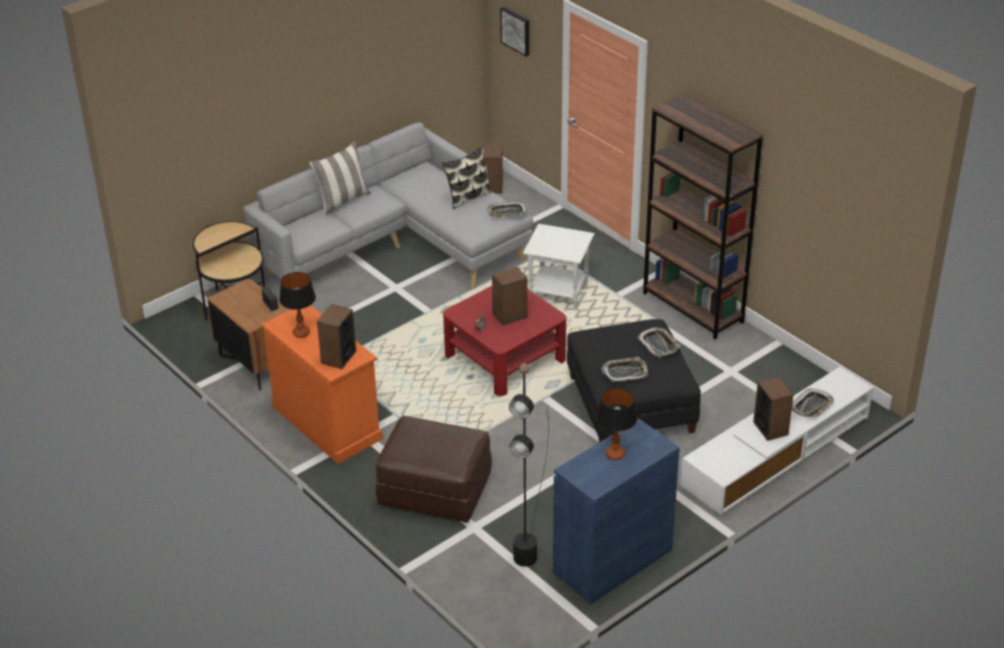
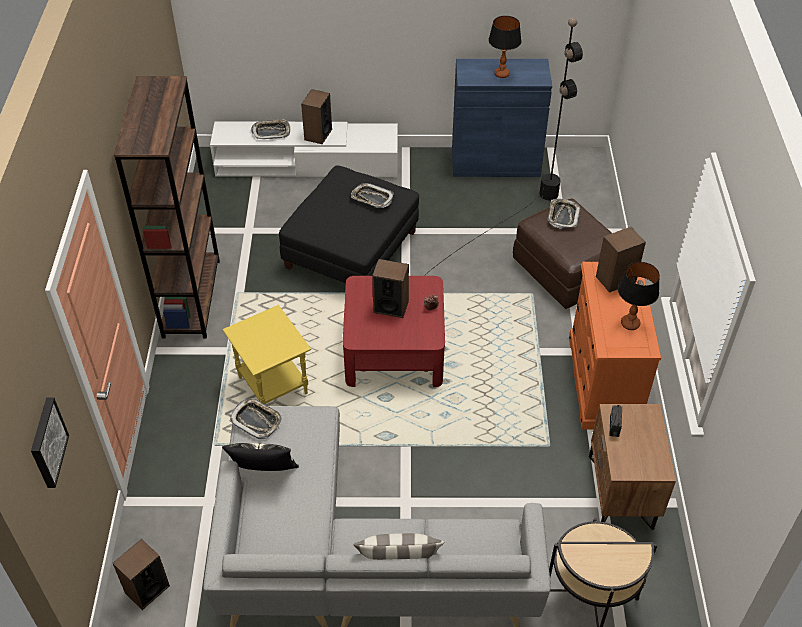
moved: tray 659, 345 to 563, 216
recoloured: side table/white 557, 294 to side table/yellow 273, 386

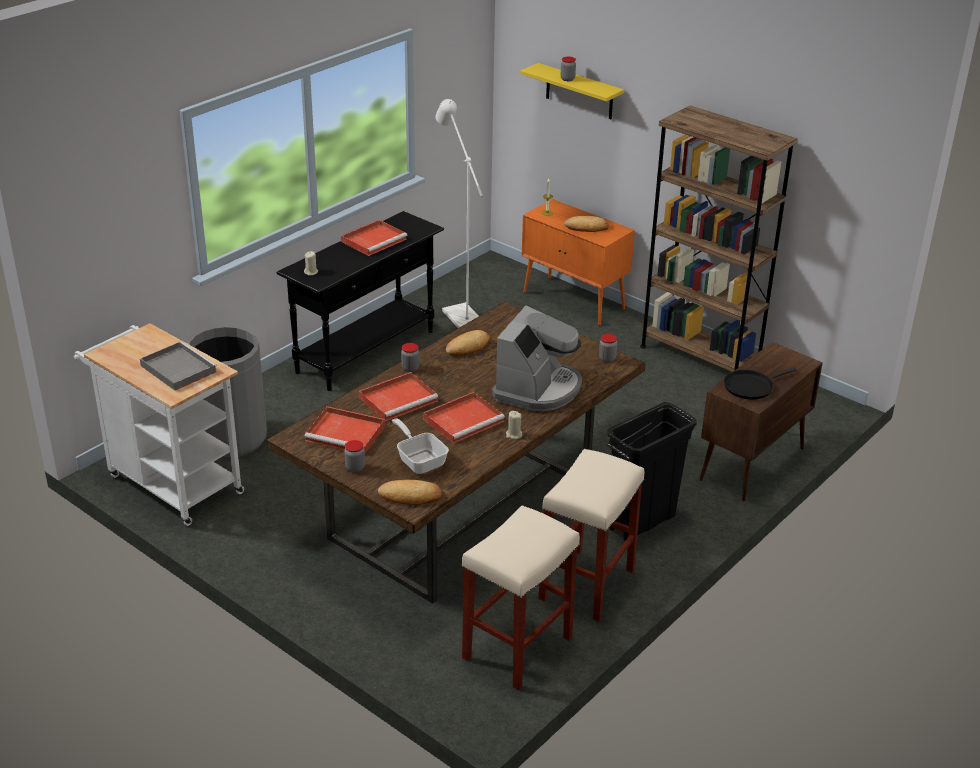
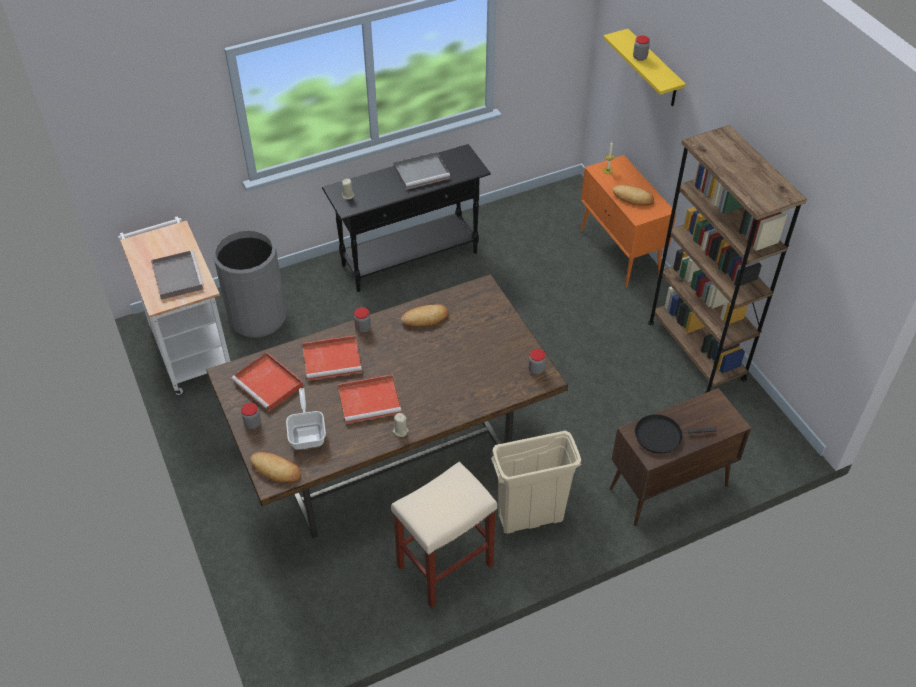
removed: floor lamp/white 458, 313; coffee machine 538, 389; stool/beige 517, 649
recoloured: tray/red 374, 240 to tray/grey 422, 172; trash can/black 642, 523 to trash can/beige 530, 518

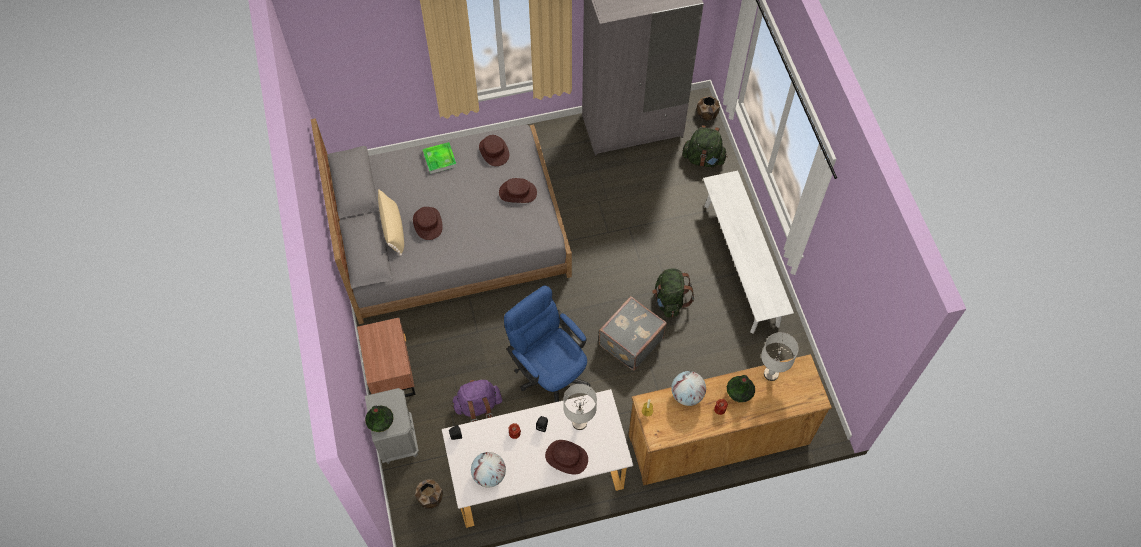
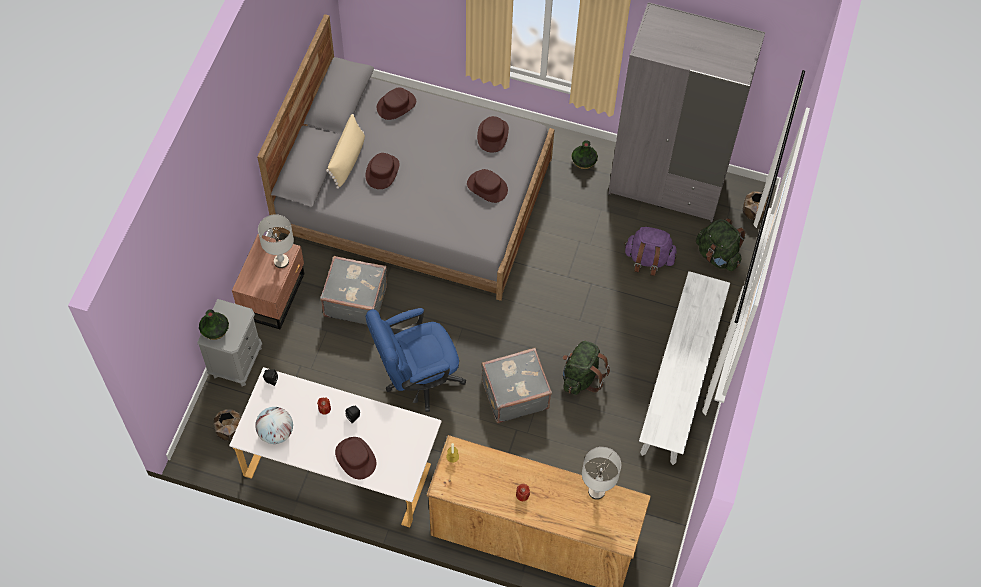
removed: tray 439, 159; globe 687, 395
added: hat/brown 396, 105; suitcase/grey 355, 299
moved: vase 739, 393 to 583, 161; backpack/purple 478, 407 to 648, 259; table lamp/grey 579, 423 to 281, 261
turned: office chair/blue 549, 372 = 416, 379 105 degrees counterclockwise

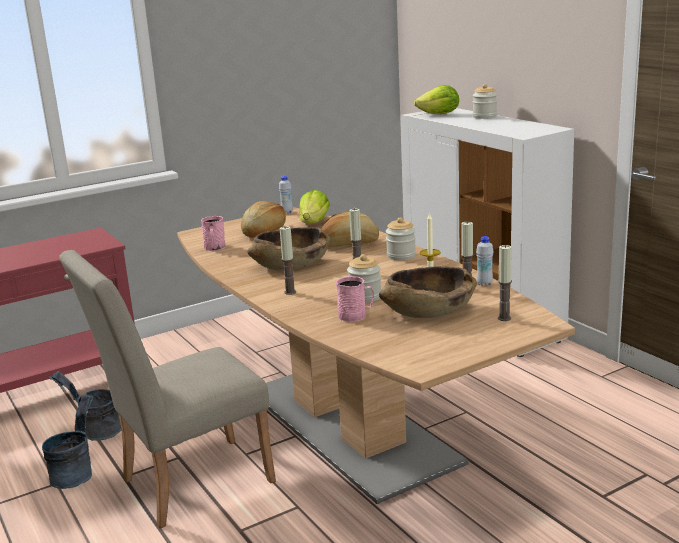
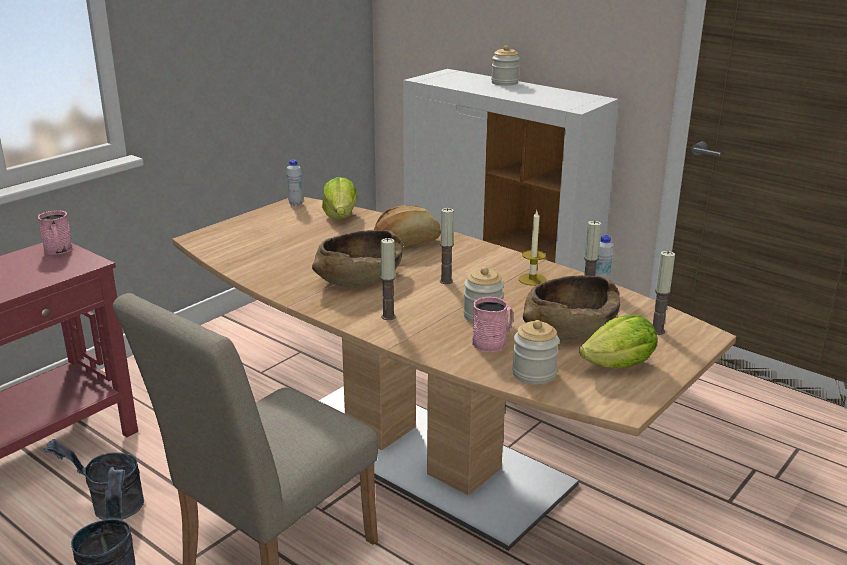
removed: bread 264, 231
moved: lettuce 439, 114 to 619, 365; mug/pink 215, 248 to 58, 250; jar 401, 256 to 534, 373

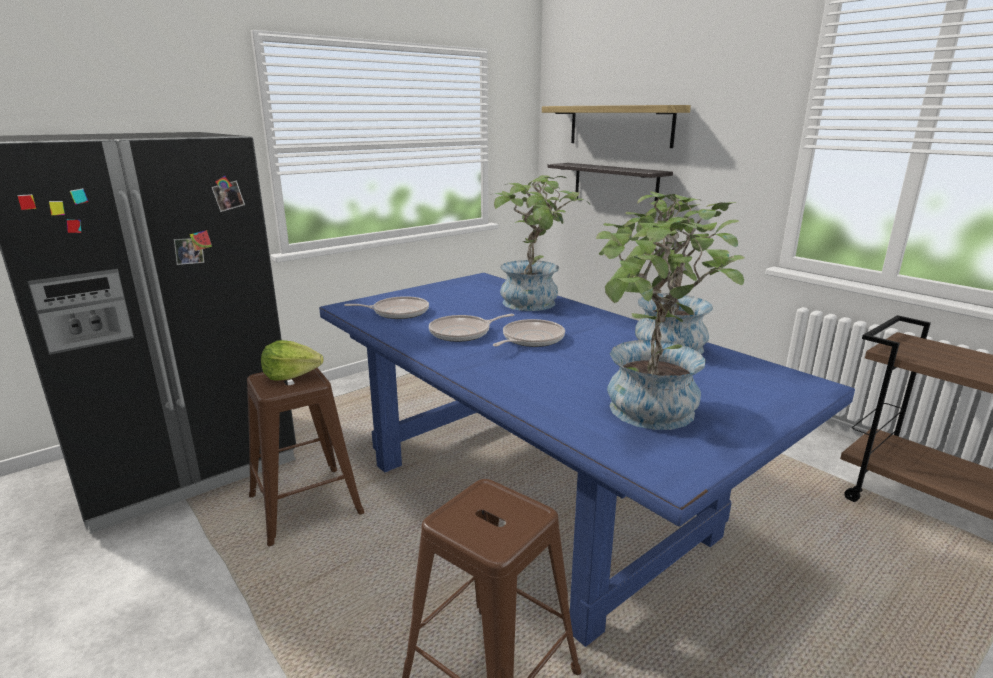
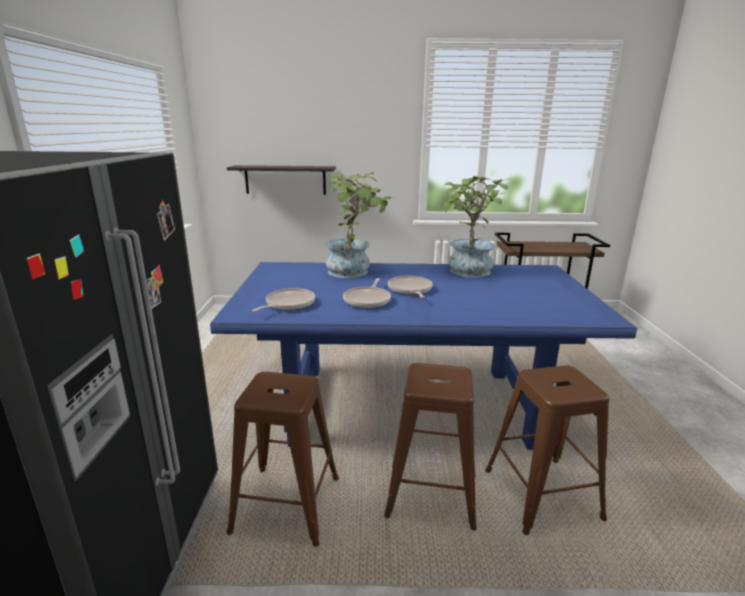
removed: shelf 620, 125; potted plant 649, 415; lettuce 291, 375
added: stool/brown 430, 491

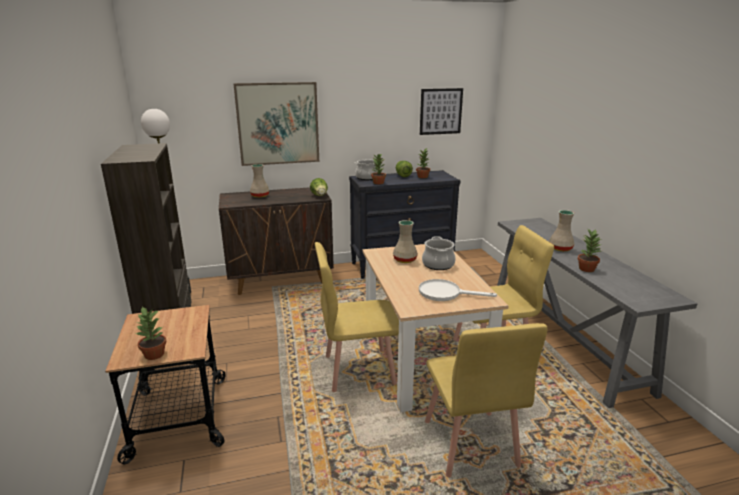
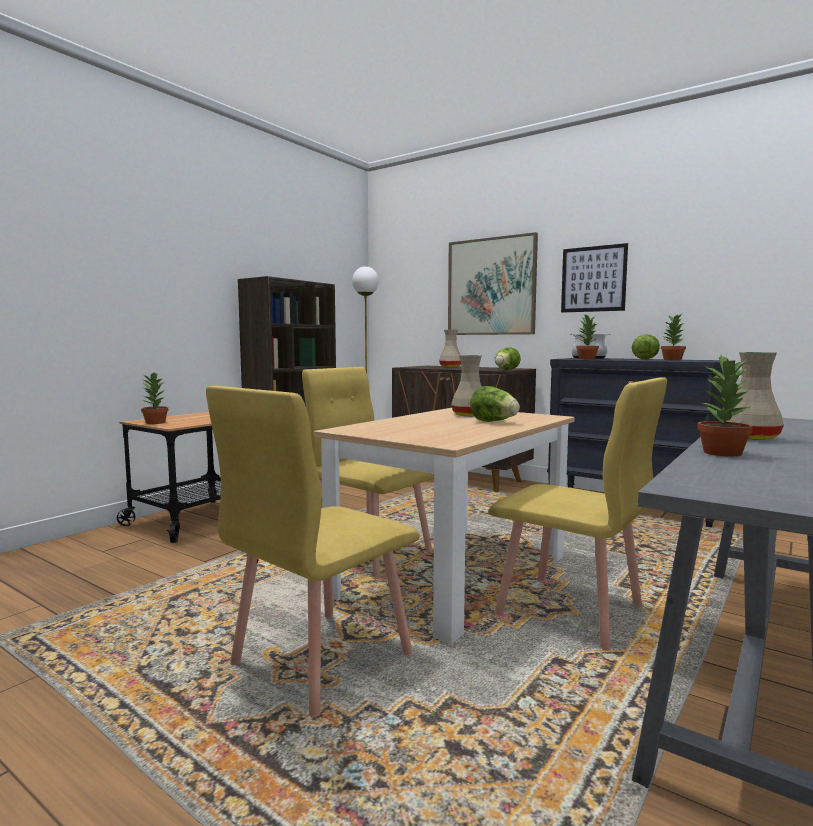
removed: frying pan/white 445, 293
moved: picture 441, 111 to 593, 279
replaced: cooking pot 438, 264 to lettuce 494, 422

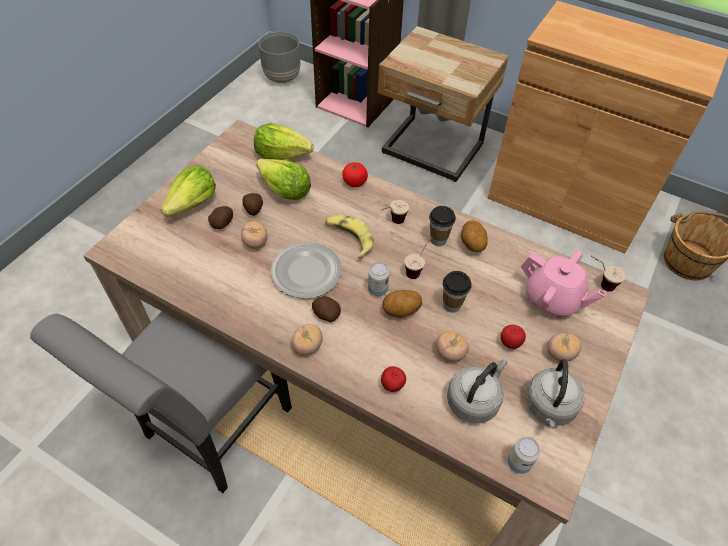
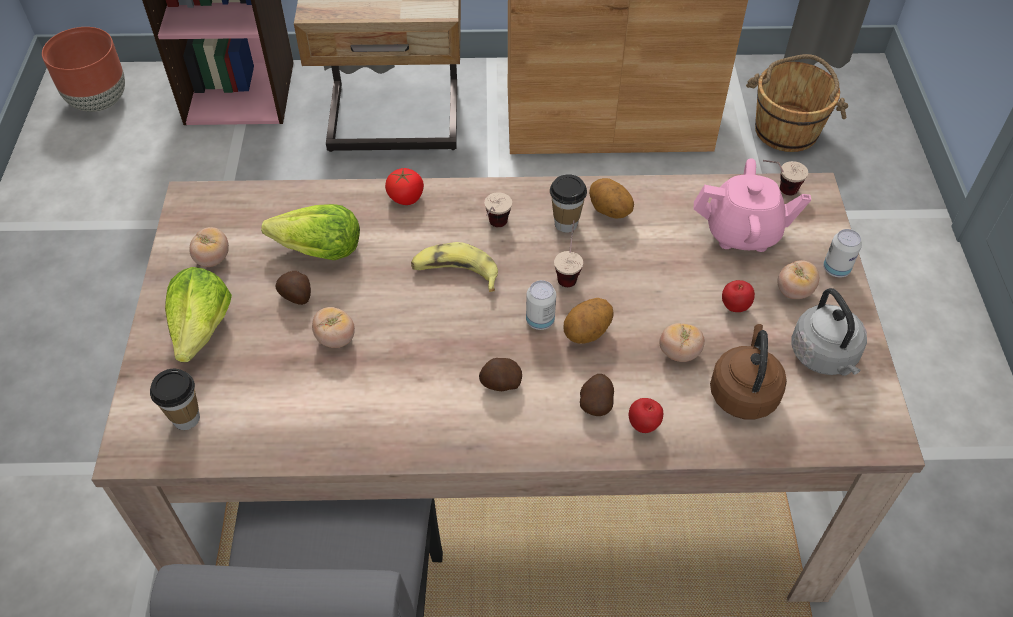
removed: lettuce 282, 154; plate 306, 272
moved: potato 223, 223 to 596, 402; cup 452, 305 to 186, 418; tomato 307, 346 to 213, 259; can 519, 463 to 836, 269
recoloured: planter/grey 282, 78 to planter/brown 100, 101; kettle/grey 474, 400 to kettle/brown 743, 392

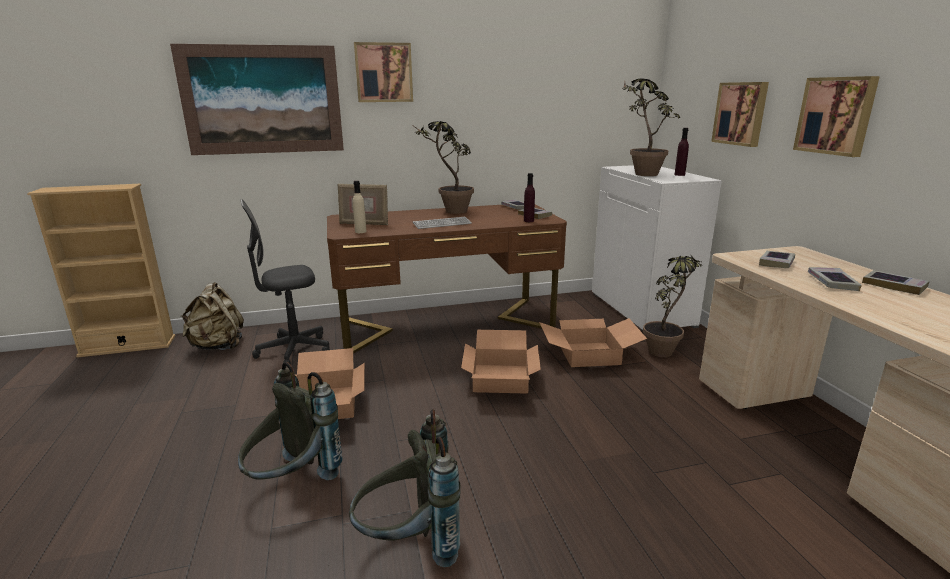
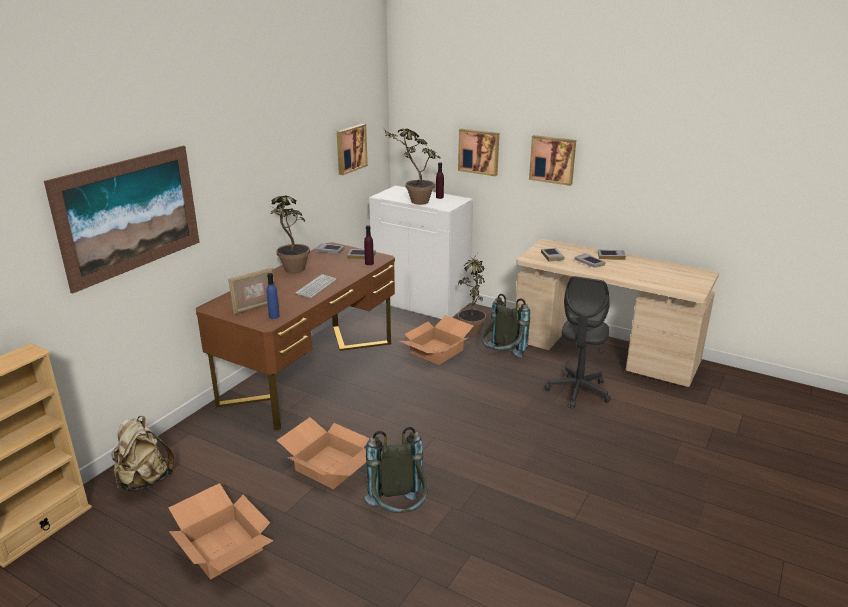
moved: picture 383, 72 to 350, 148; office chair/grey 294, 350 to 578, 391; cardboard box 499, 378 to 221, 547; backpack/grey 409, 544 to 501, 358
recoloured: bottle/beige 360, 231 to bottle/blue 274, 316

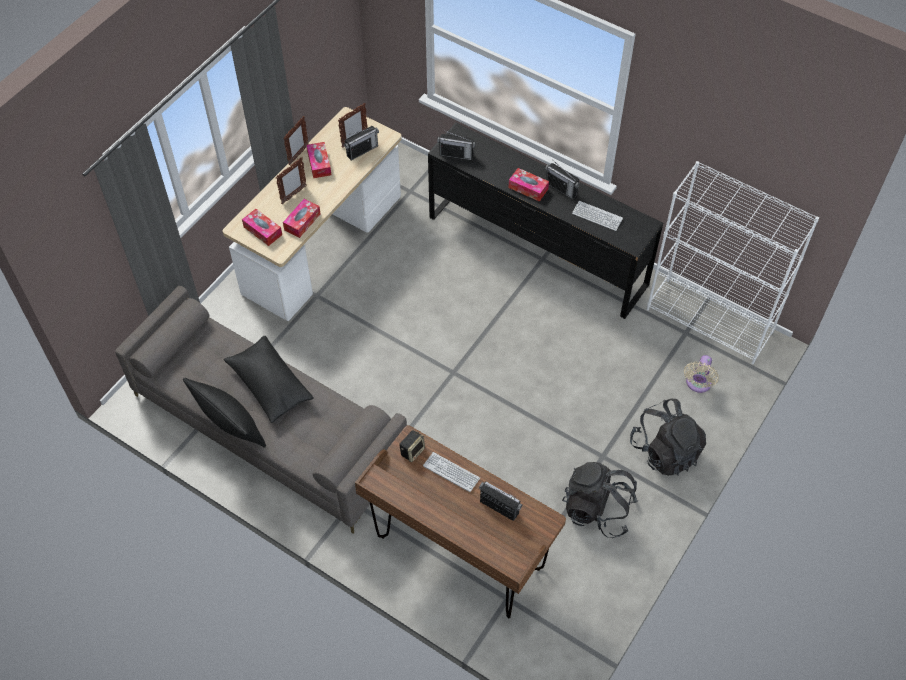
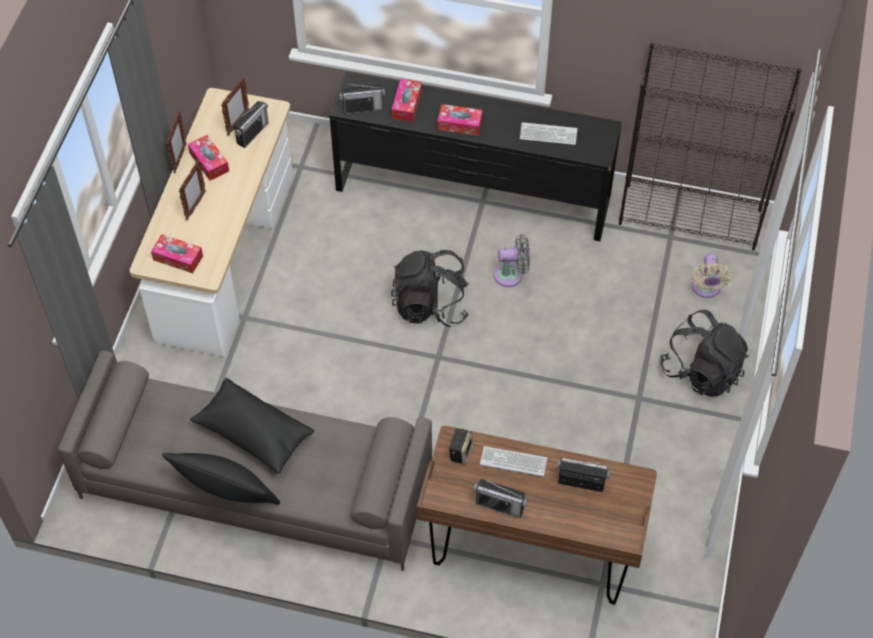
added: fan/grey 511, 275
moved: radio 561, 188 to 500, 506; tissue box 302, 222 to 406, 105; backpack/black 597, 509 to 430, 305
recoloured: bookcase/white 710, 321 to bookcase/black 691, 216

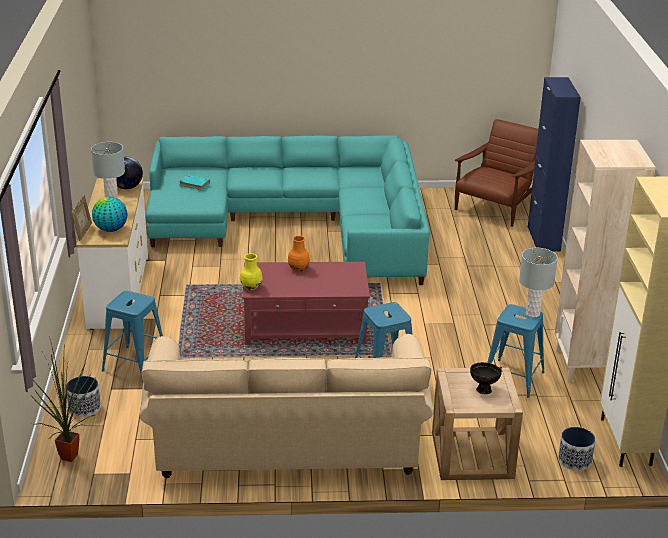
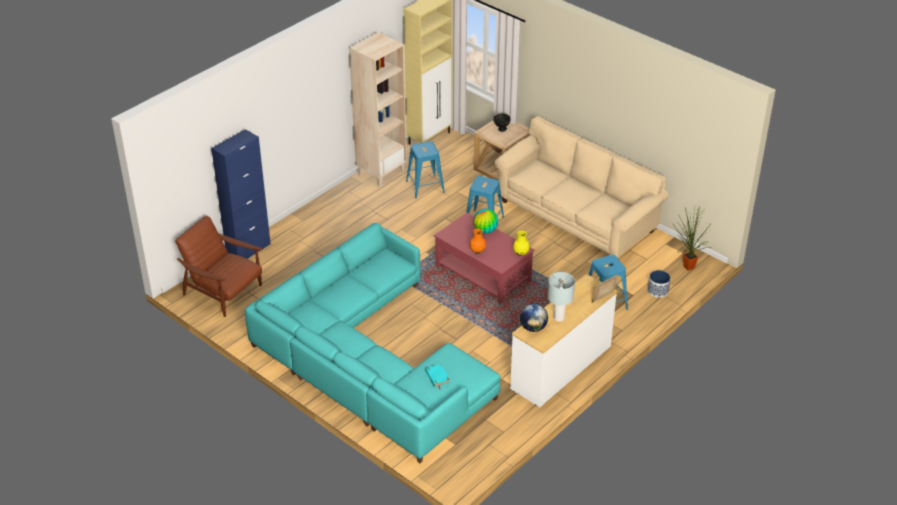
removed: table lamp/grey 532, 313; planter 574, 460
moved: globe 110, 229 to 485, 230
turned: armchair/brown 496, 207 = 224, 291 45 degrees clockwise

